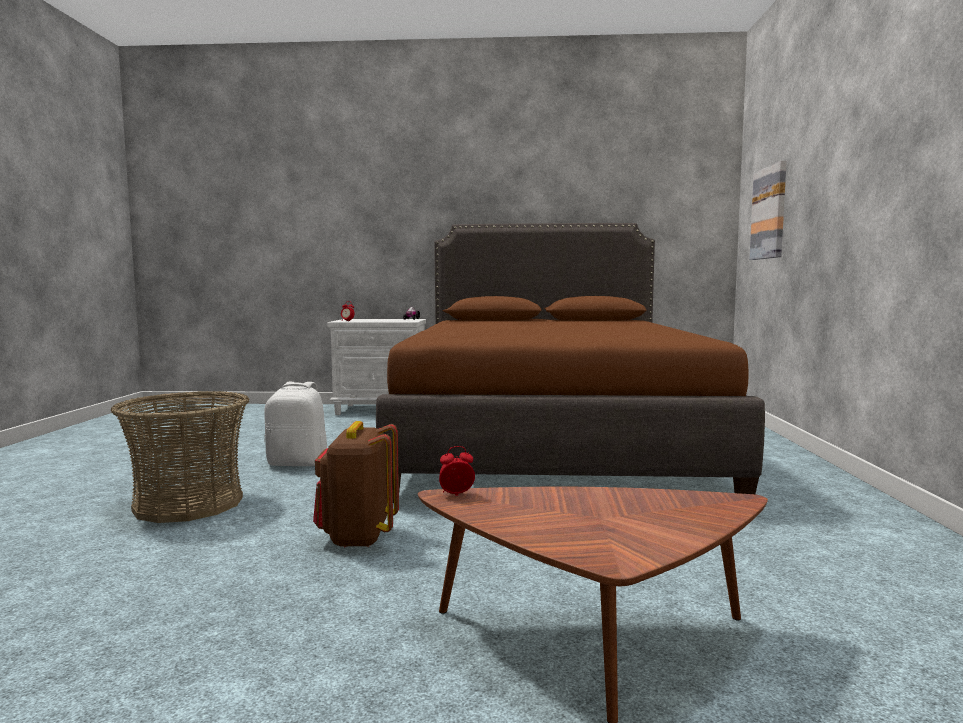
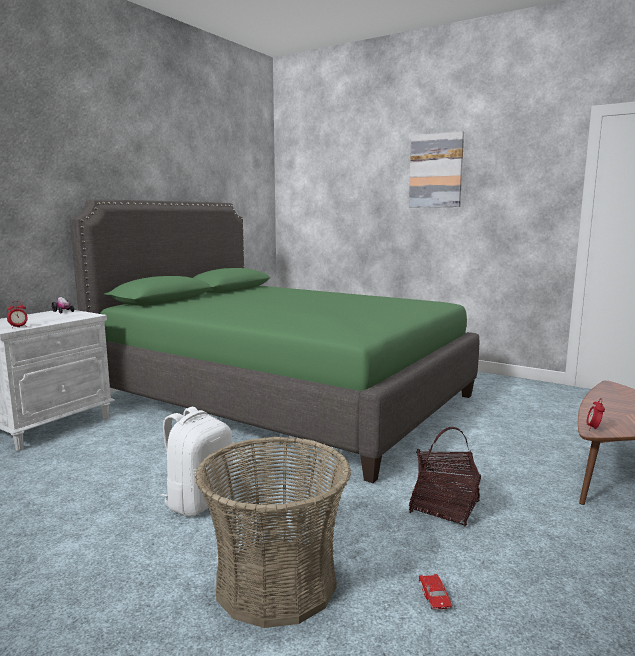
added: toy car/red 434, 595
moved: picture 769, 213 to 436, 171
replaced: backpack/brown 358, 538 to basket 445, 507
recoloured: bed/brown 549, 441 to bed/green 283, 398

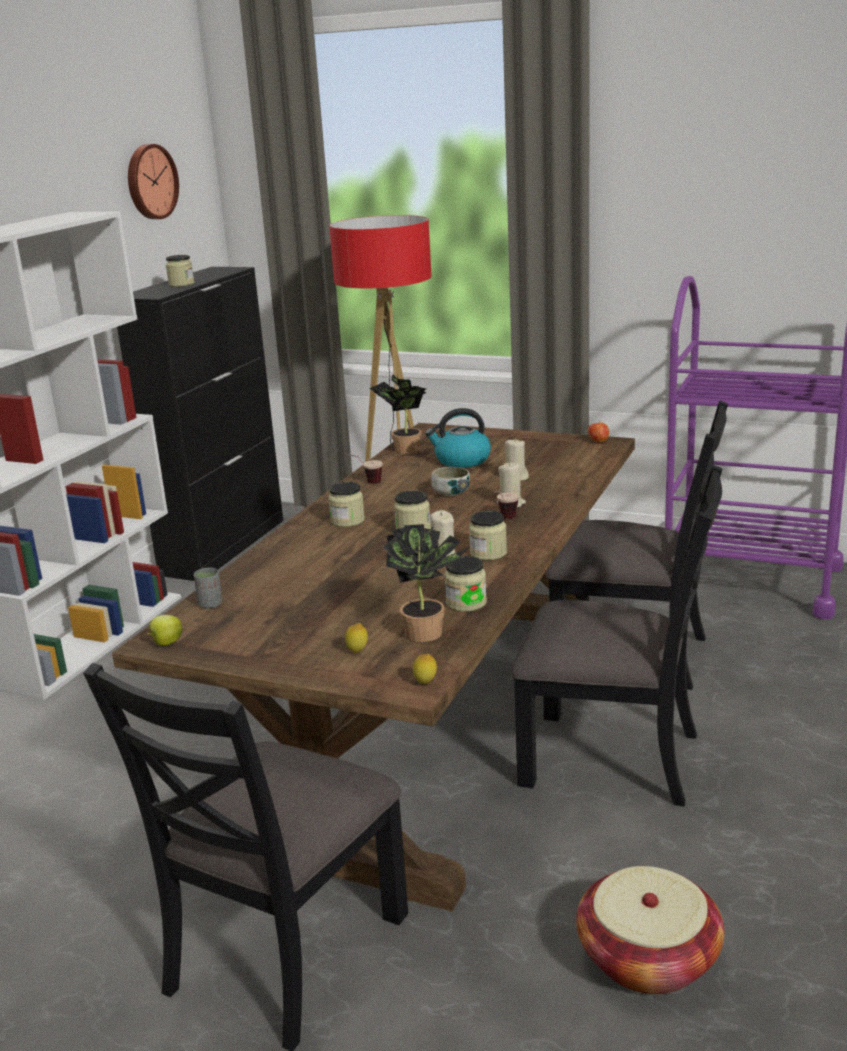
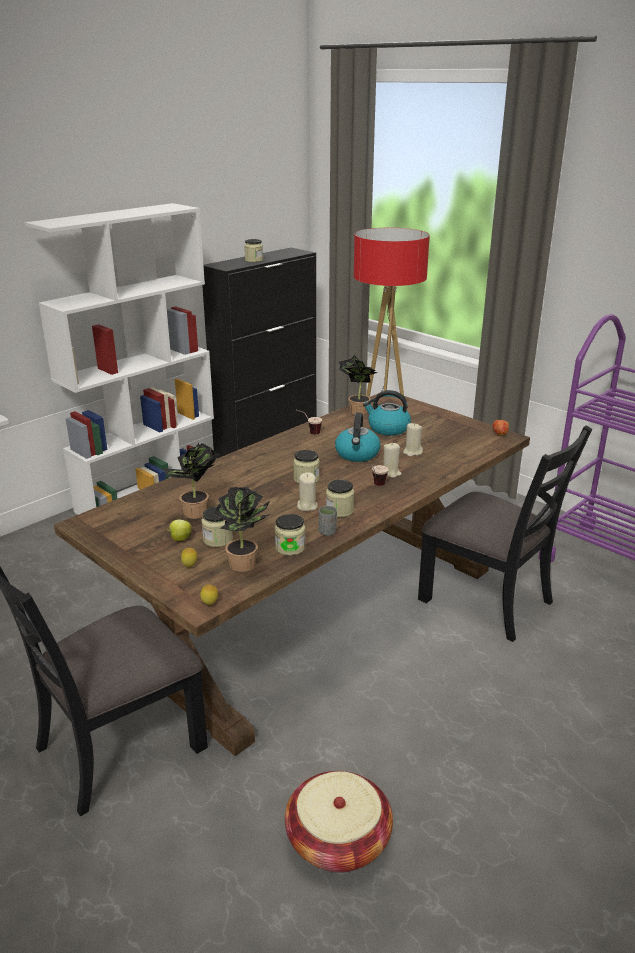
removed: wall clock 150, 182; chair/black 612, 757
added: potted plant 195, 514
moved: jar 347, 521 to 218, 539; cup/grey 210, 604 to 327, 532; apple 166, 643 to 180, 539
replaced: bowl 451, 493 to kettle 357, 454

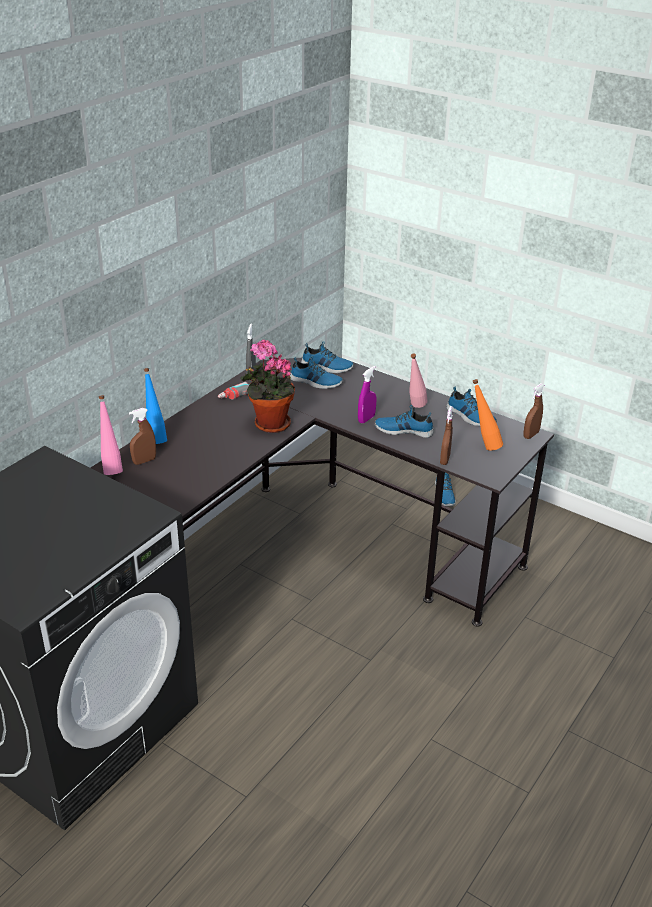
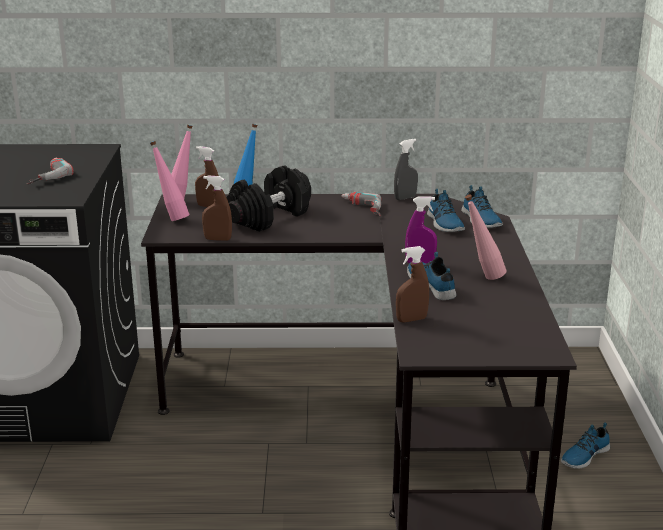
removed: potted plant 269, 424; bottle/orange 483, 446; shoe 470, 416
added: bottle/pink 171, 218; power drill 44, 176; dumbbell/black 269, 217
moved: spray bottle/brown 531, 435 to 217, 239

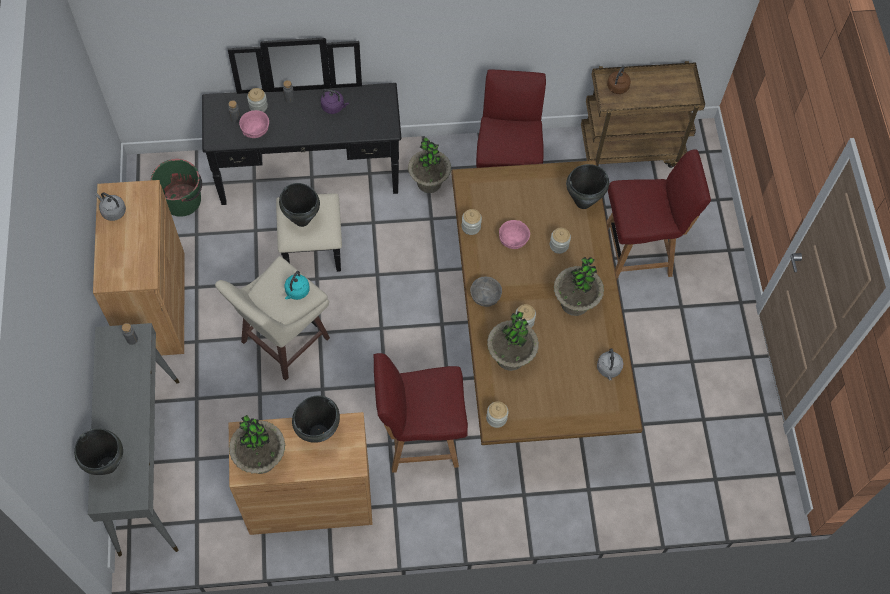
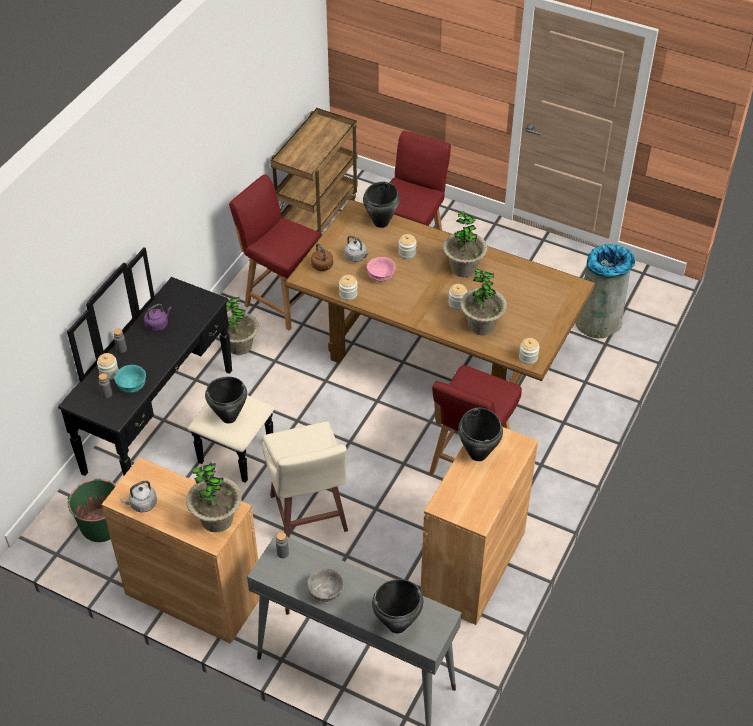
removed: kettle/turquoise 296, 292
added: trash can/grey 599, 321
moved: kettle/brown 617, 88 to 323, 266; bowl/grey 484, 297 to 325, 592; kettle/grey 608, 369 to 356, 257; potted plant 261, 458 to 217, 519
recoloured: bowl/pink 255, 131 to bowl/turquoise 132, 386

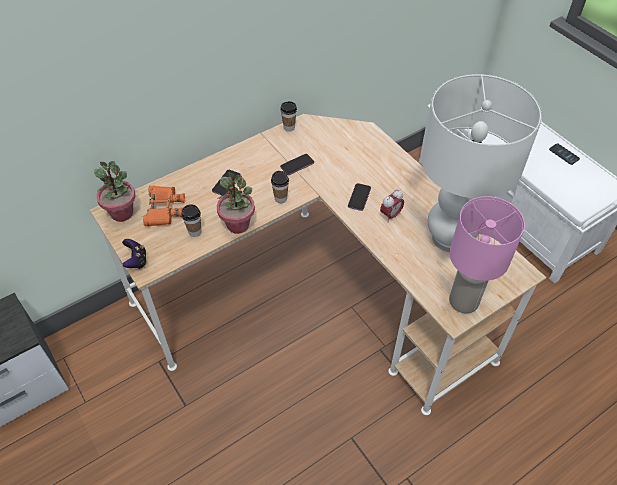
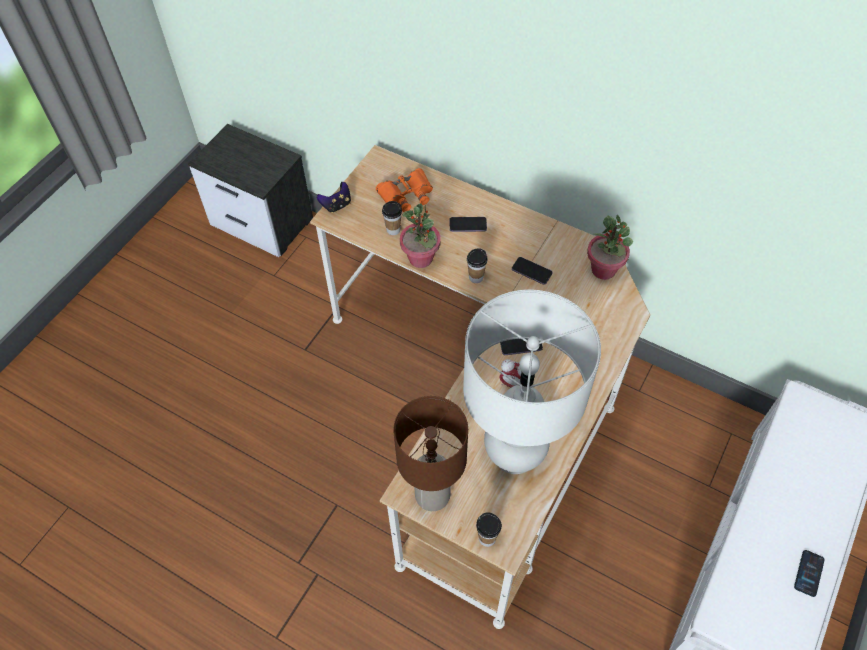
moved: cup 289, 127 to 487, 538; potted plant 122, 213 to 604, 270
recoloured: table lamp/pink 464, 301 to table lamp/brown 432, 496

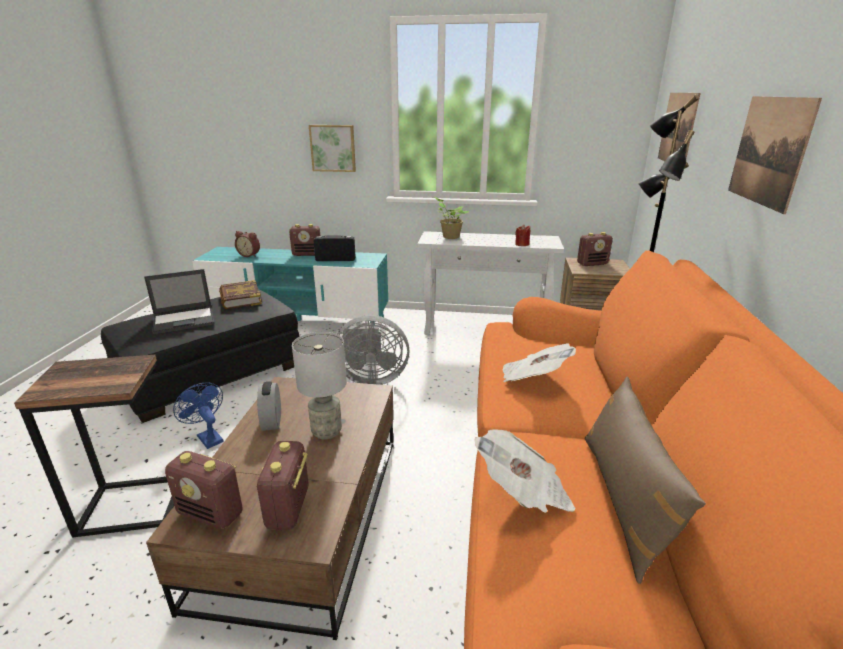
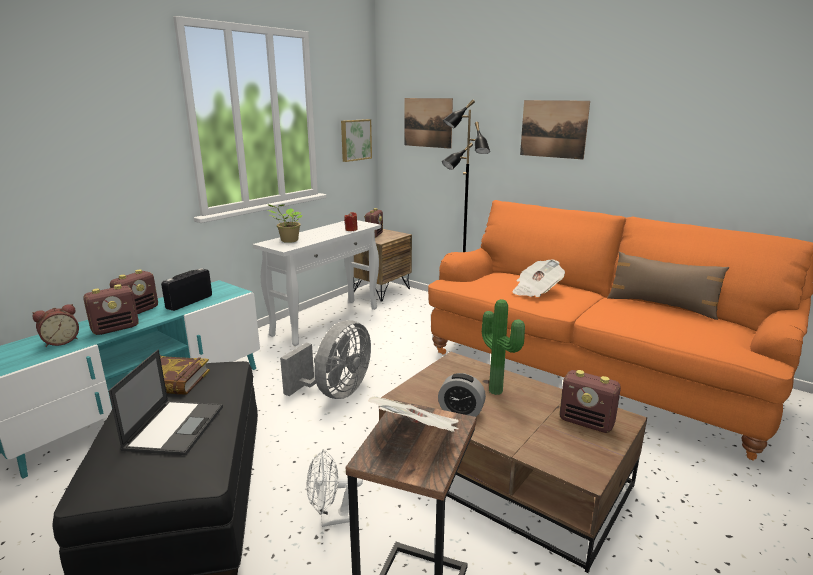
moved: picture 333, 148 to 355, 140; newspaper 523, 492 to 418, 435; radio 211, 513 to 116, 328
replaced: table lamp/grey 326, 432 to potted plant 497, 390
recoloured: fan/blue 207, 437 to fan/white 332, 518

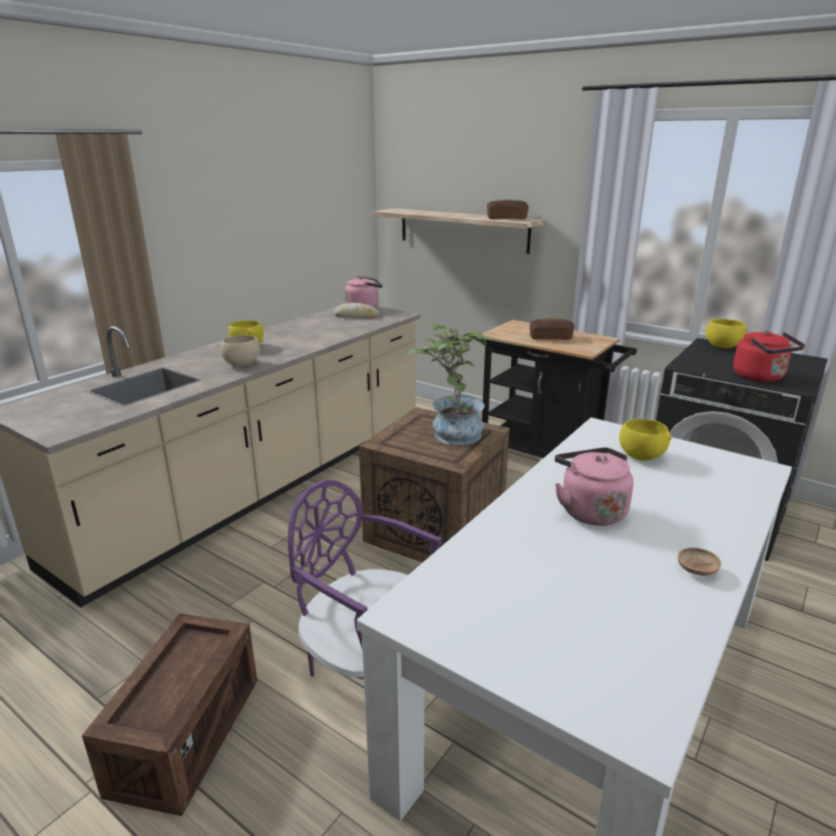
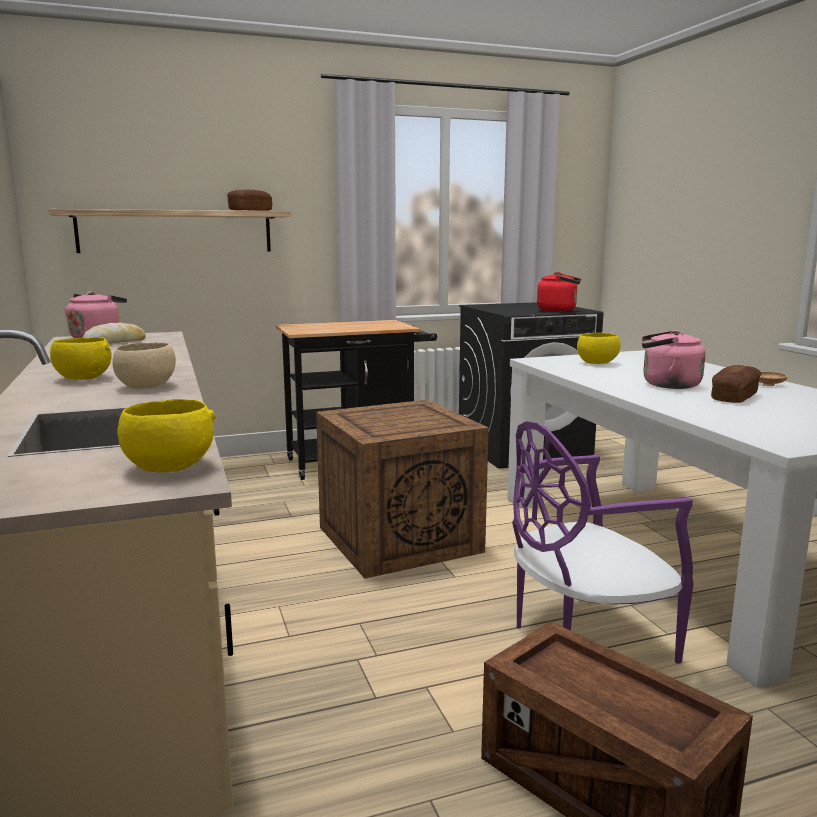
removed: potted plant 451, 432
moved: bread 550, 338 to 734, 397; bowl/yellow 722, 346 to 168, 468

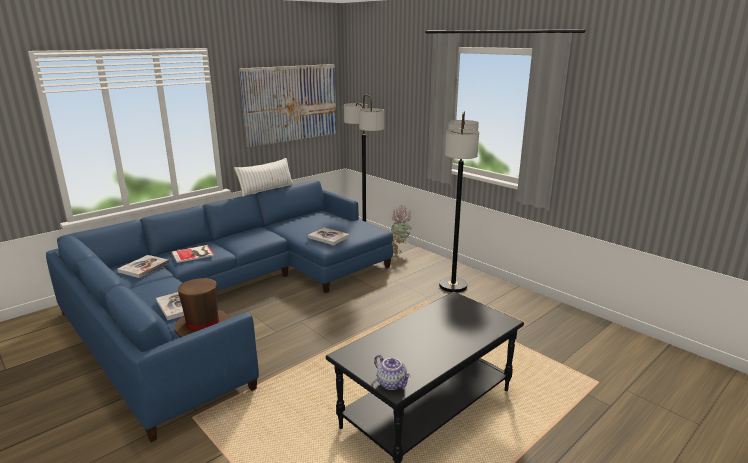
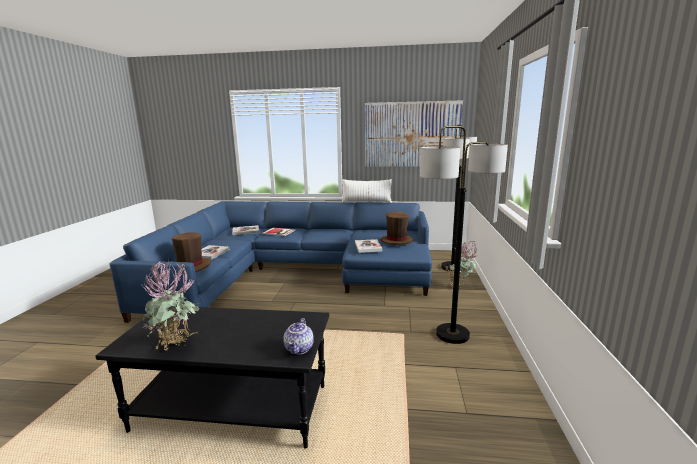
added: hat/brown 396, 241; potted plant 177, 347
moved: teapot 392, 383 to 299, 349

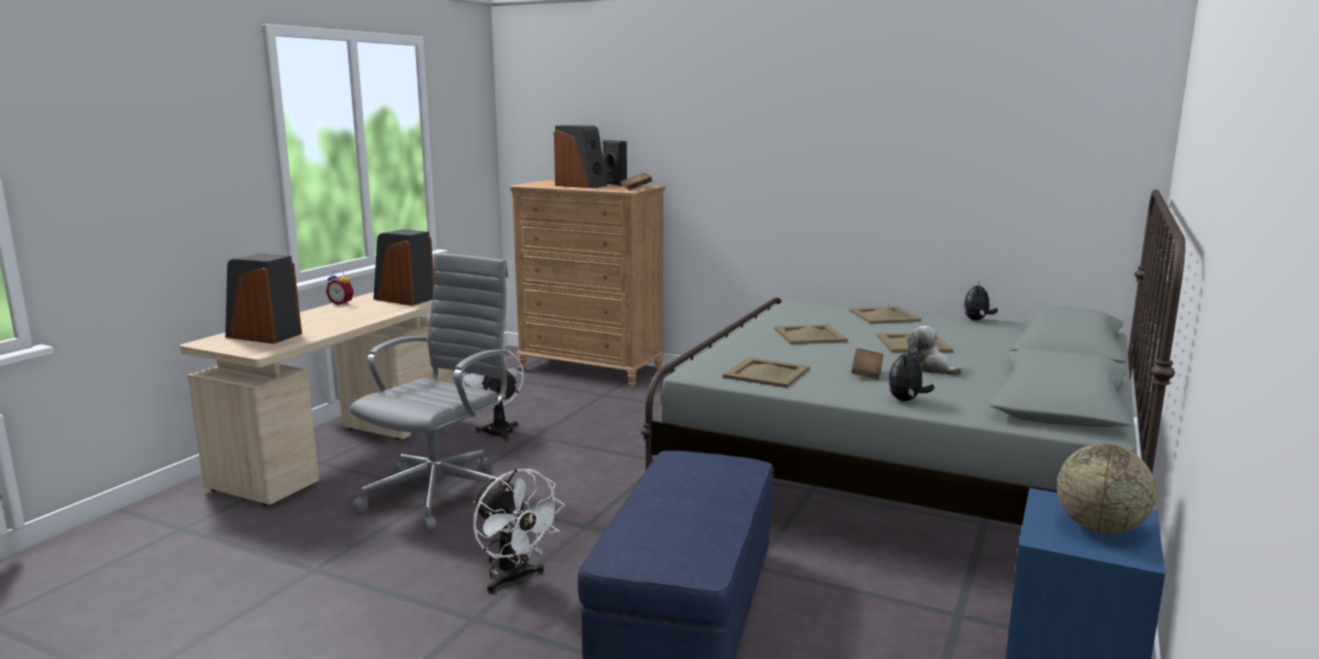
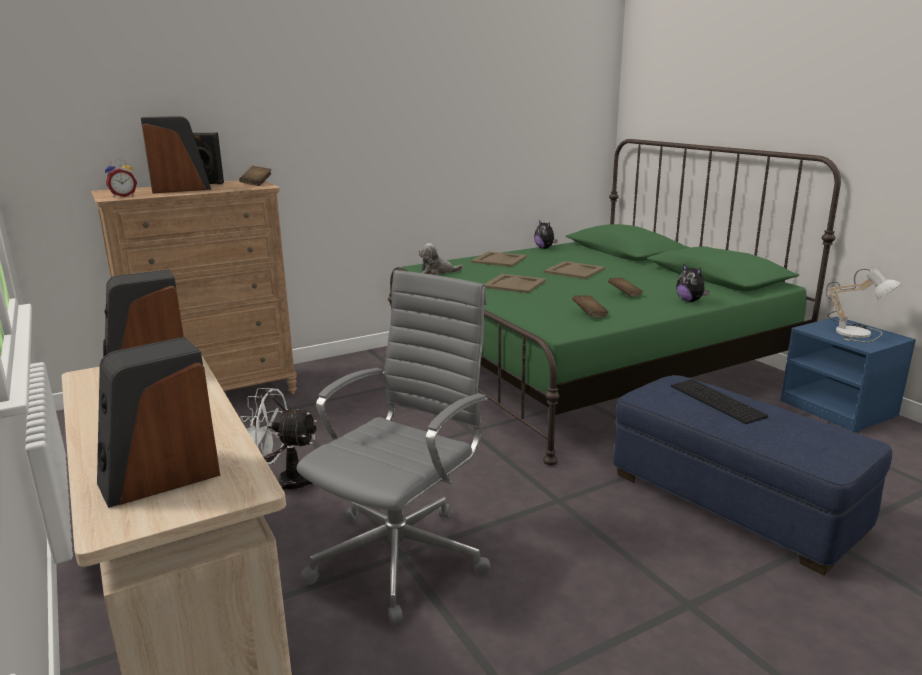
removed: fan/white 514, 579
added: keyboard 719, 401
moved: alarm clock 342, 303 to 123, 196; plush toy 930, 368 to 438, 272
replaced: tray/beige 766, 373 to book/brown 589, 314; globe 1100, 528 to table lamp 856, 332
recoloured: bed/grey 905, 469 to bed/green 585, 364
turned: office chair/grey 442, 493 = 403, 555 60 degrees clockwise

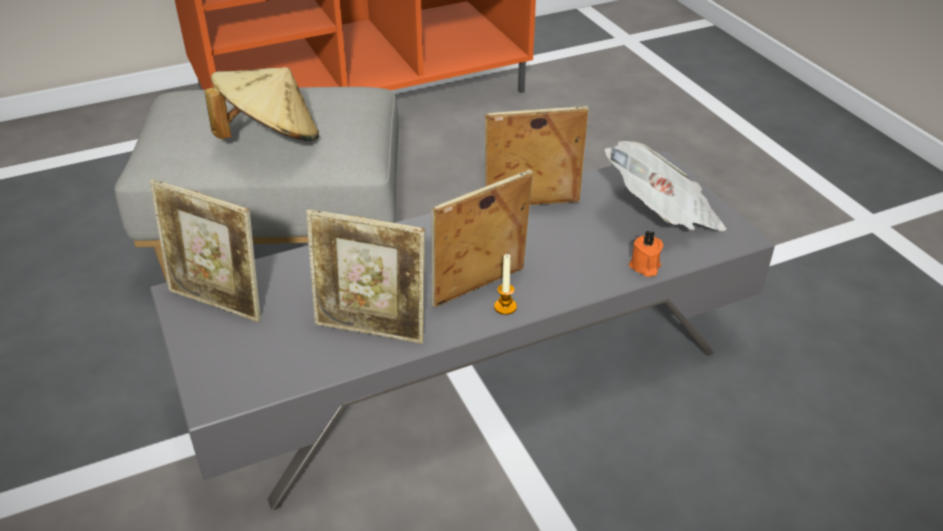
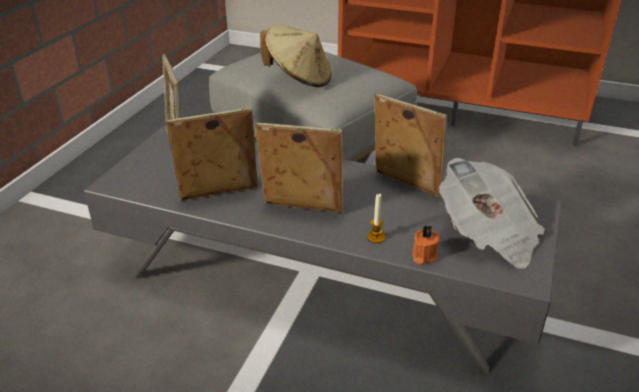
moved: candle 505, 307 to 376, 237
turned: picture frame 372, 330 = 218, 196 105 degrees clockwise

